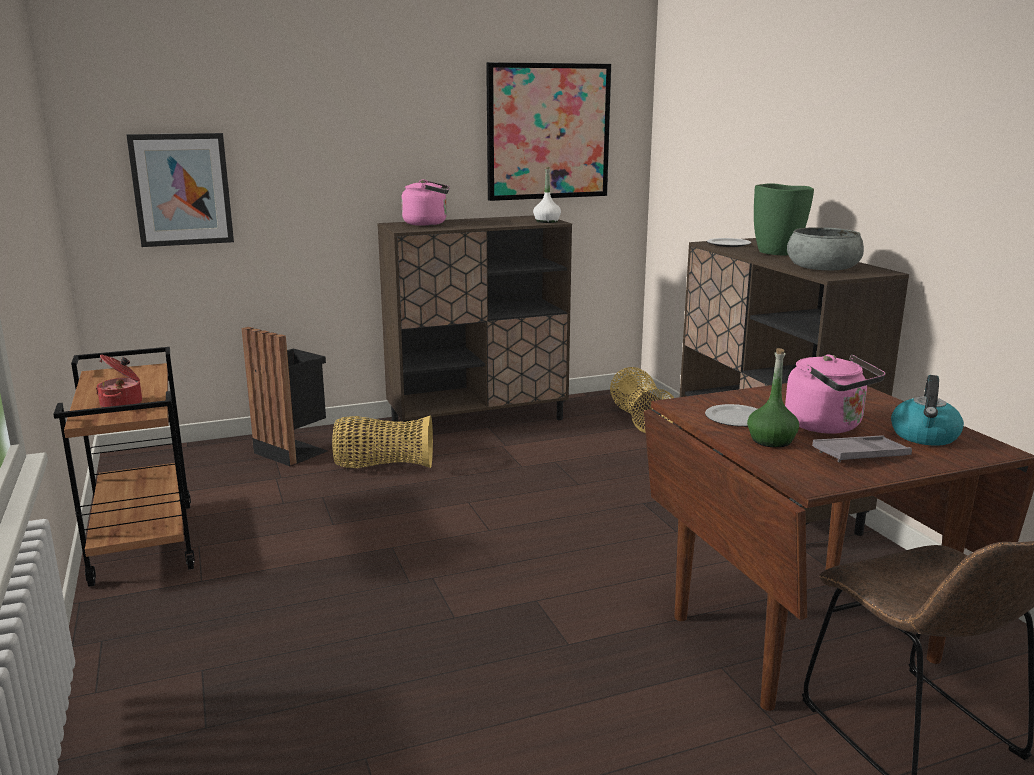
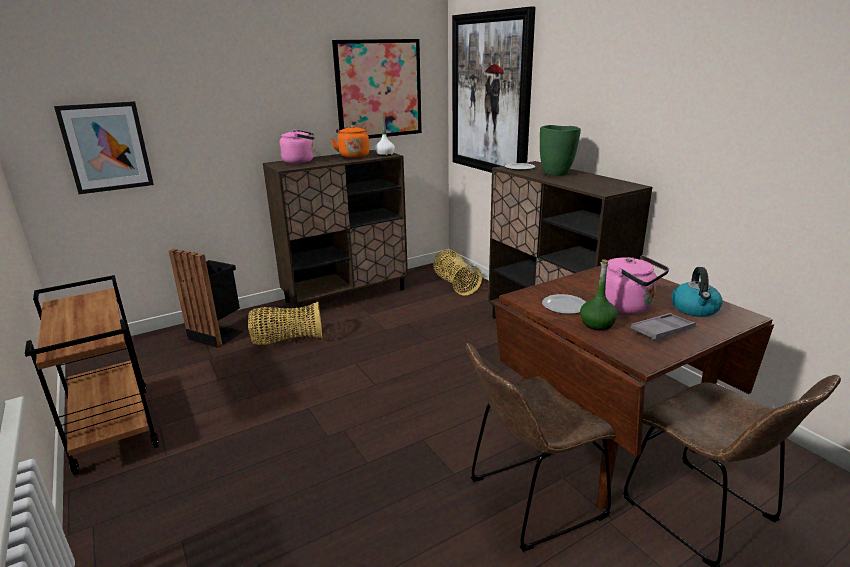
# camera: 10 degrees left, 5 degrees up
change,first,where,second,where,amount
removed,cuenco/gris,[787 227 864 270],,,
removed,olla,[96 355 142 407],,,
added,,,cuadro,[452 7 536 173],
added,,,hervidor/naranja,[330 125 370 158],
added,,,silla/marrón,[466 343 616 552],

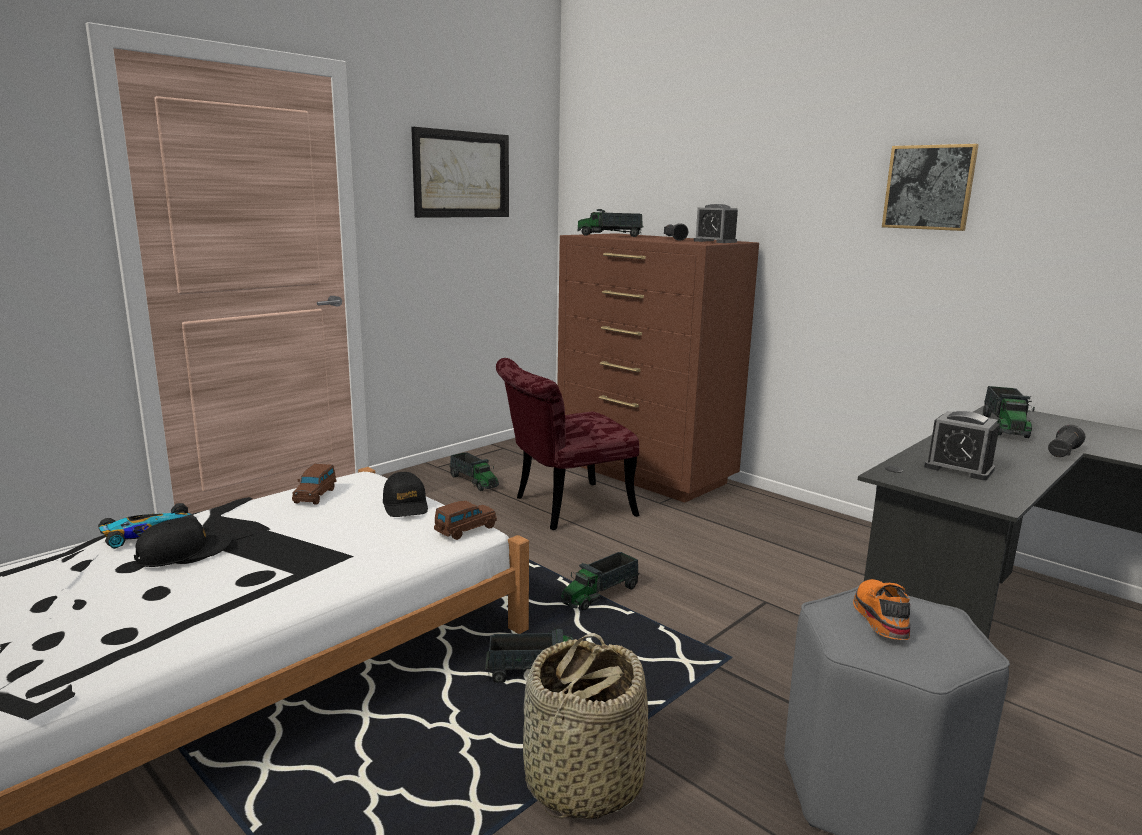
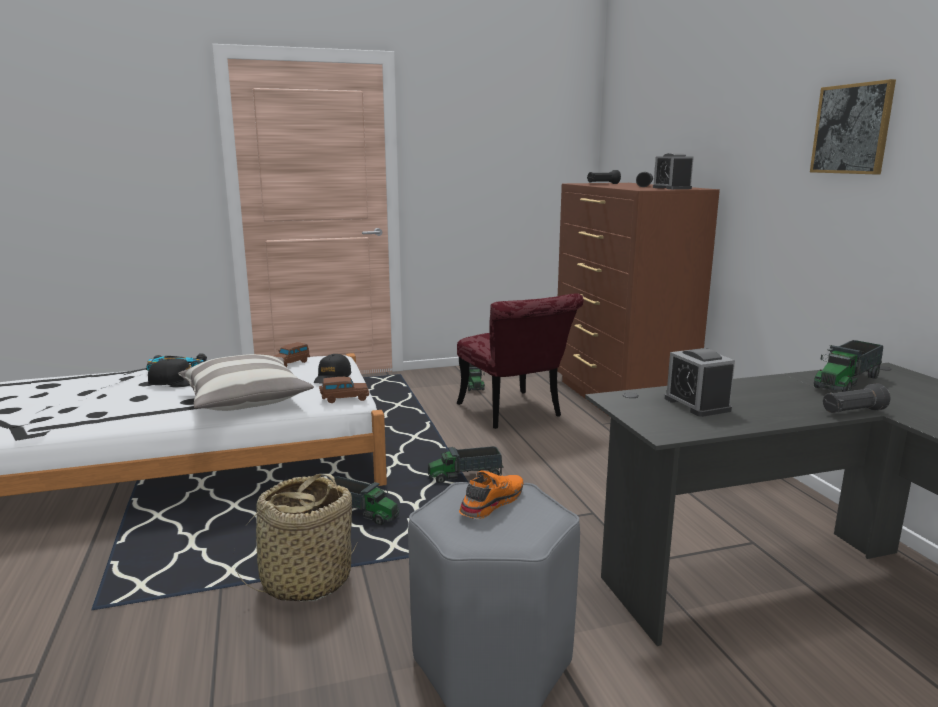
# camera: 30 degrees right, 0 degrees up
change,first,where,second,where,amount
removed,cuadro,[411 127 509 218],,,
replaced,camión de juguete,[578 209 644 237],linterna/negro,[587 170 621 184],
turned,silla/rojo,[496 358 640 530],,[457 293 583 429],120 degrees counterclockwise
added,,,cojín,[178 354 314 411],

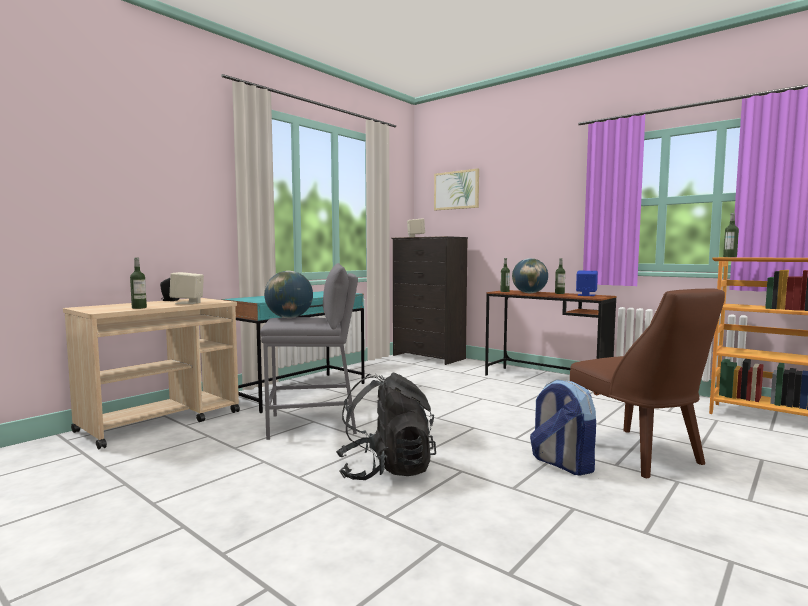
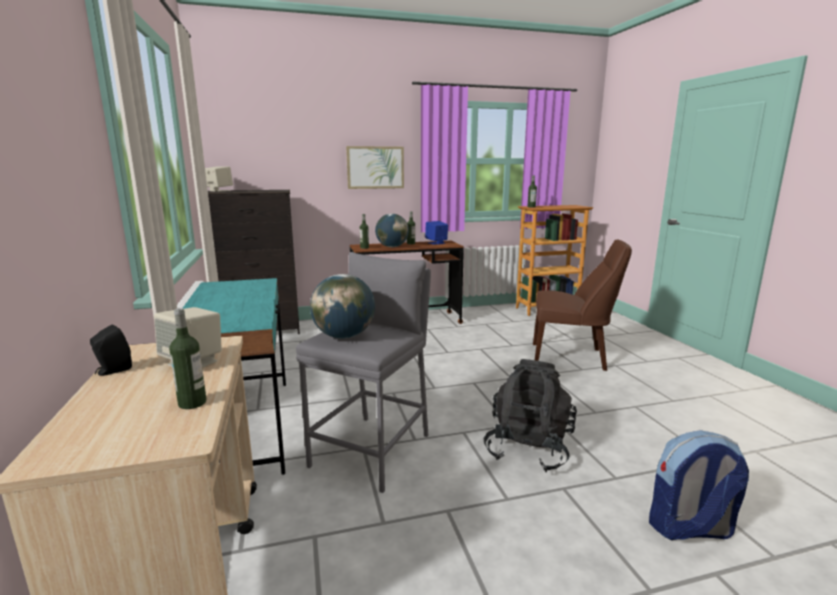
# camera: 55 degrees left, 10 degrees up
change,first,where,second,where,amount
moved,cuadro,[434 168 479 210],,[346 146 404 189],
moved,mochila,[530 379 596 476],,[649 430 749 540],

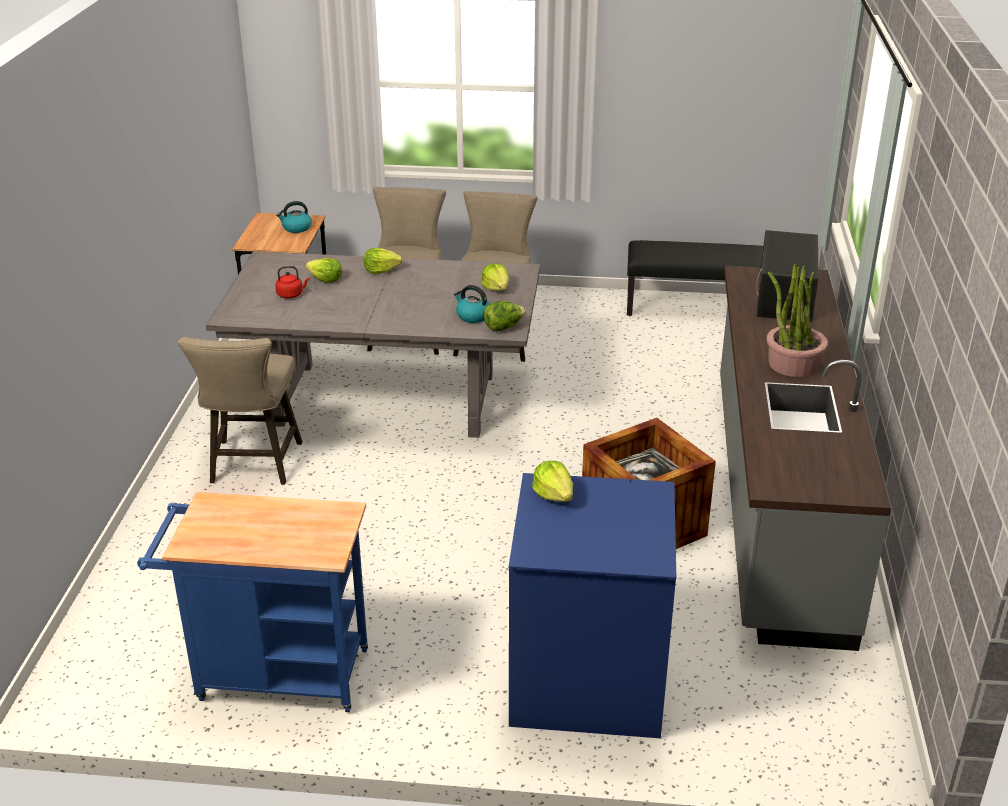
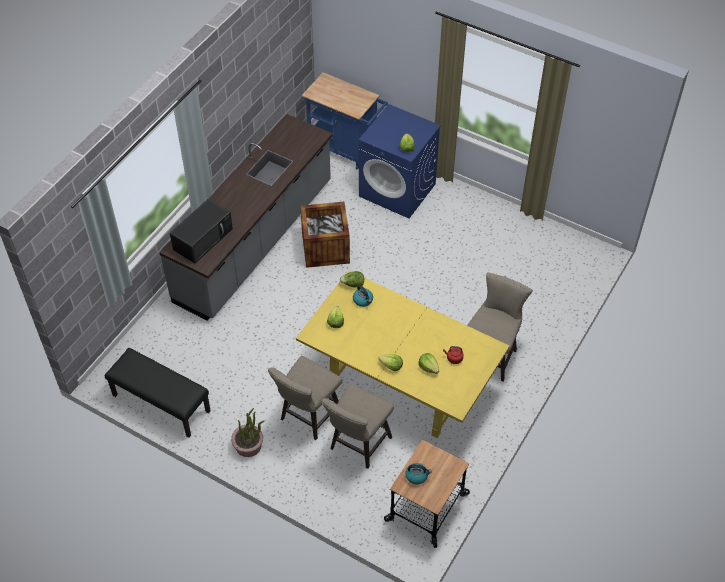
# camera: 155 degrees left, 20 degrees up
change,first,where,second,where,amount
recoloured,mesa de comedor/gris,[206 251 540 438],mesa de comedor/amarillo,[296 270 510 438],
moved,planta en maceta,[767 263 828 377],,[231 408 264 457],
moved,carrito/azul,[137 492 368 712],,[302 72 388 170],

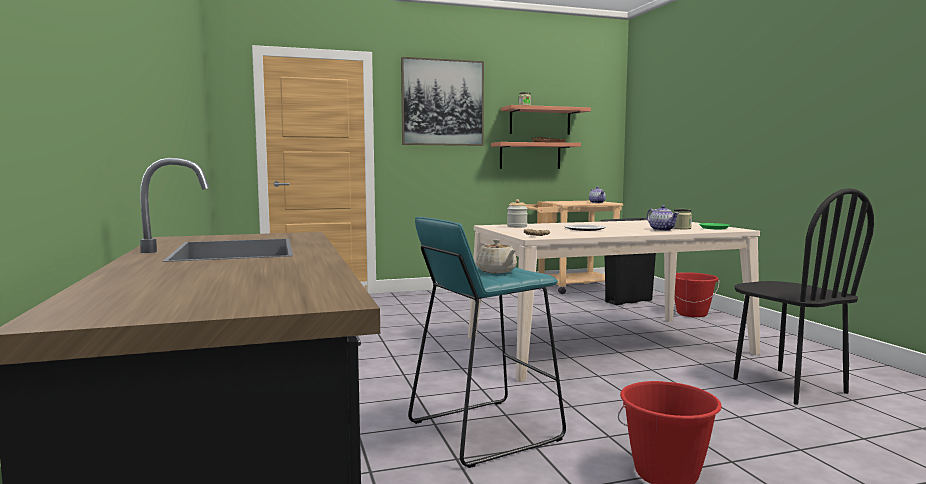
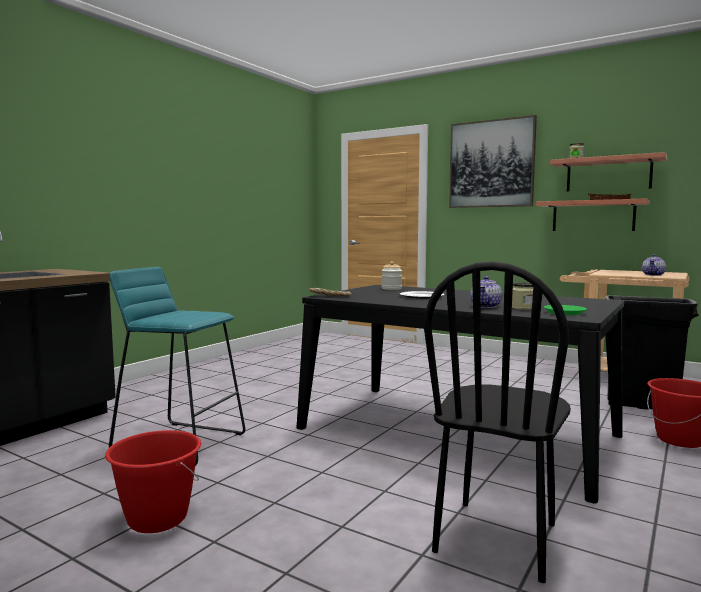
# camera: 50 degrees right, 0 degrees up
change,first,where,second,where,amount
recoloured,mesa de comedor/beis,[468 220 760 382],mesa de comedor/negro,[296 285 624 504],
removed,tetera/beis,[476 239 517 273],,,

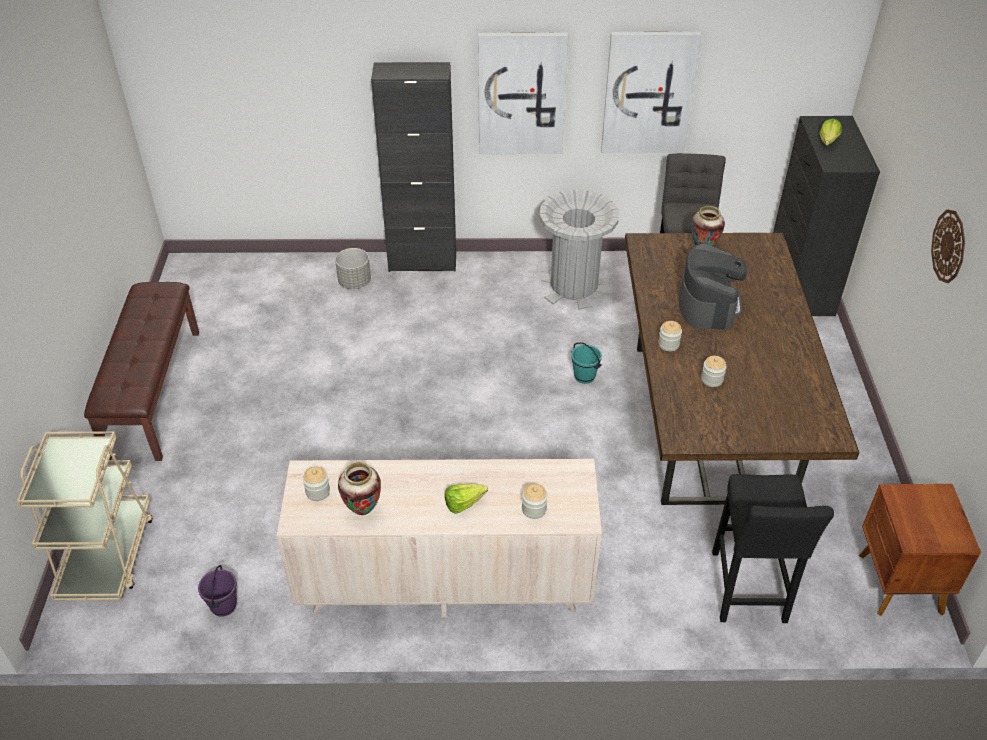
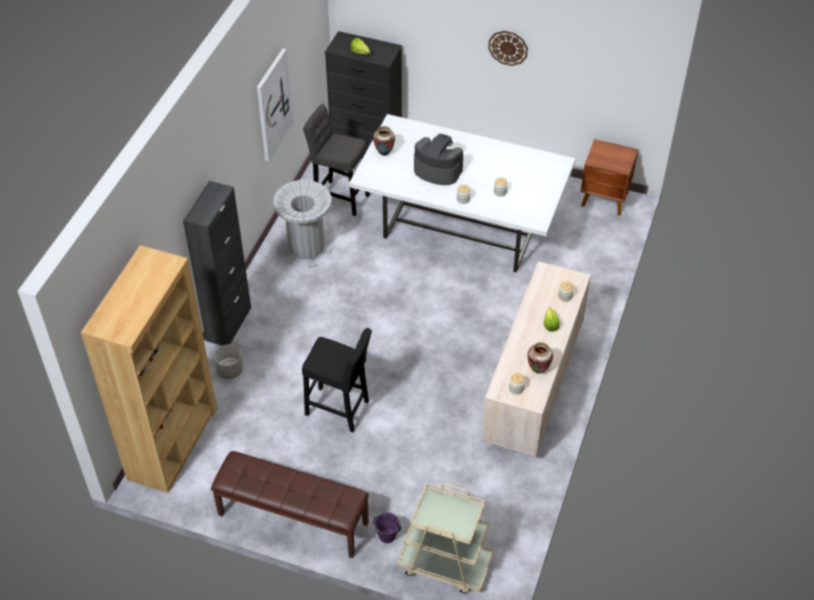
# camera: 70 degrees left, 5 degrees up
change,first,where,second,where,amount
removed,cuadro,[478 32 568 154],,,
recoloured,mesa de comedor/marrón,[625 233 859 505],mesa de comedor/blanco,[349 114 576 272],
removed,cubo/turquesa,[571 342 602 384],,,
moved,taburete/negro,[712 474 834 623],,[302 328 372 432],
moved,cubo/morado,[198 565 237 617],,[373 512 401 543],
added,,,estantería/marrón,[81 245 217 493],

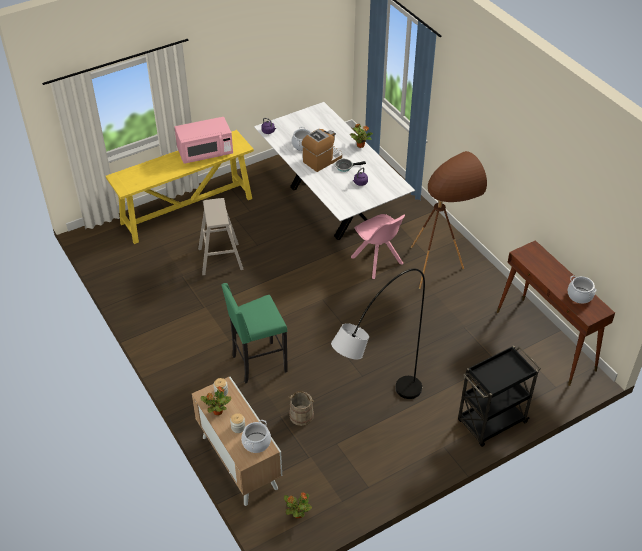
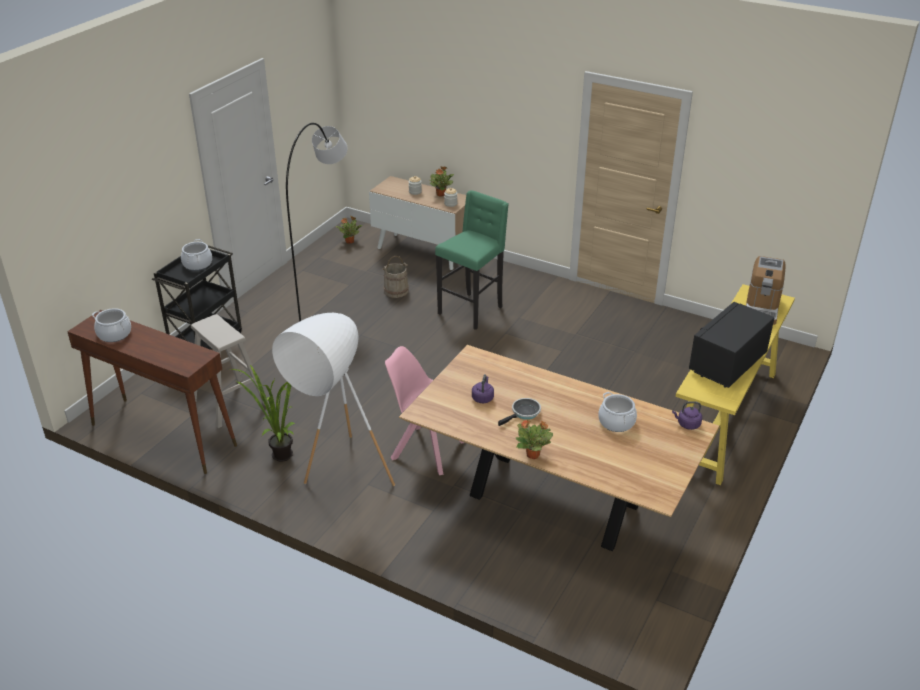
# camera: 150 degrees right, 10 degrees down
change,first,where,second,where,amount
recoloured,mesa de comedor/blanco,[254 102 415 240],mesa de comedor/marrón,[399 345 719 551],
recoloured,microondas/rosa,[174 117 233 164],microondas/negro,[689 302 774 388],
moved,cafetera,[302 129 342 172],,[746 256 786 325],
recoloured,lámpara de pie/marrón,[411 151 487 289],lámpara de pie/blanco,[272 313 395 486],
moved,taburete/beis,[198 198 244 275],,[191 314 269 428],
moved,olla,[241 420 271 453],,[181 239 212 270],
added,,,planta en maceta,[230 365 296 462],

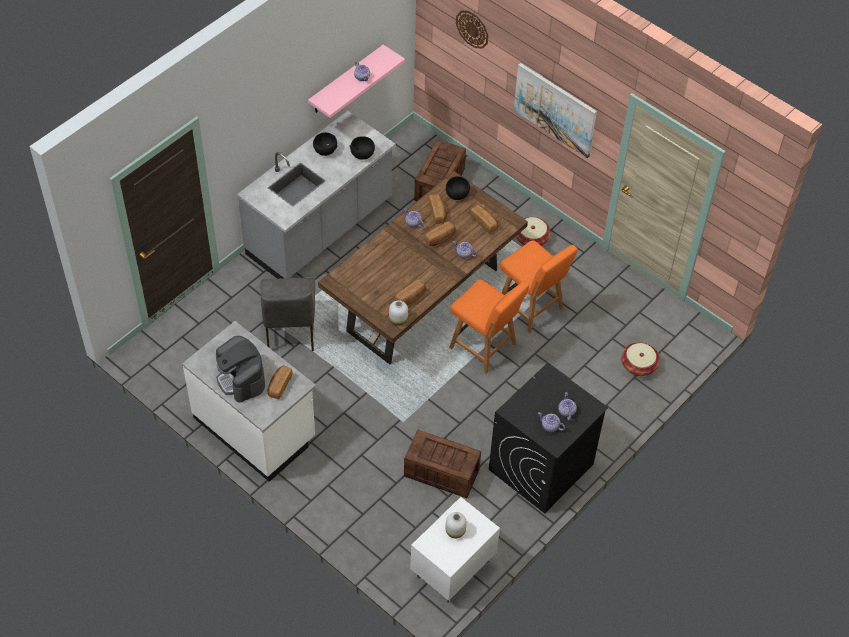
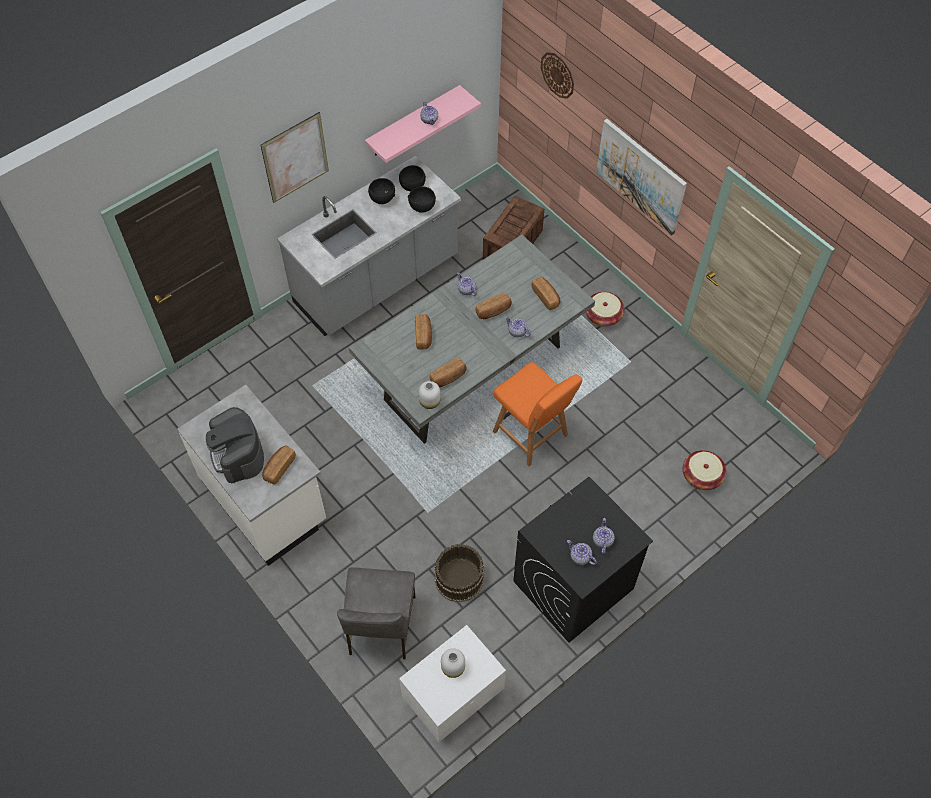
# camera: 10 degrees right, 5 degrees up
change,first,where,second,where,amount
recoloured,mesa de comedor/marrón,[318 171 528 365],mesa de comedor/gris,[349 235 595 444],
moved,cuenco/negro,[446 176 470 200],,[399 165 426 191],
moved,pan,[429 194 447 224],,[415 314 432 350],
removed,silla/naranja,[500 240 578 333],,,
moved,silla/gris,[261 277 315 351],,[337 567 415 659],
replaced,caja de embalaje,[404 429 481 498],cubo/marrón,[434 544 485 602],
added,,,cuadro,[260 112 329 203],

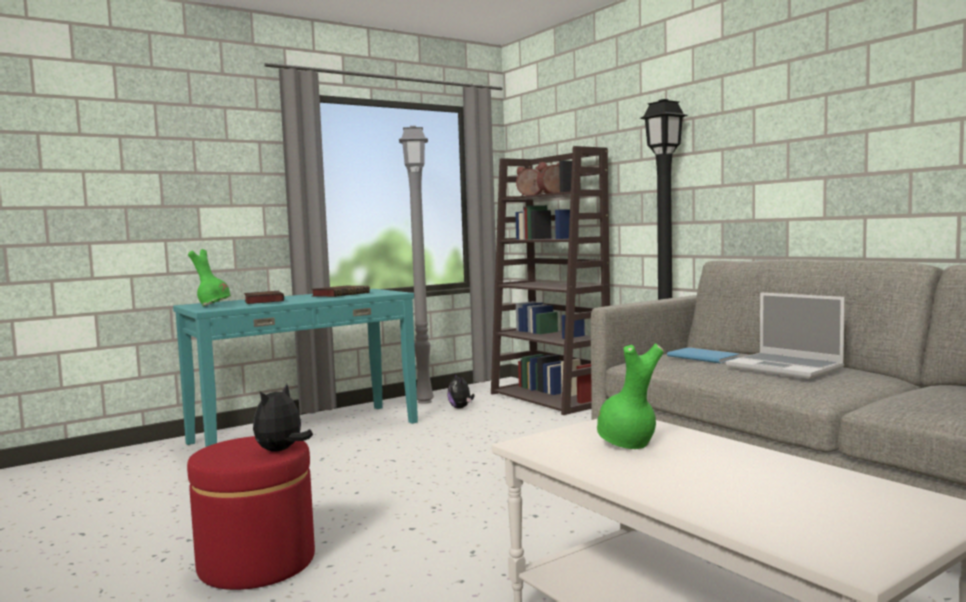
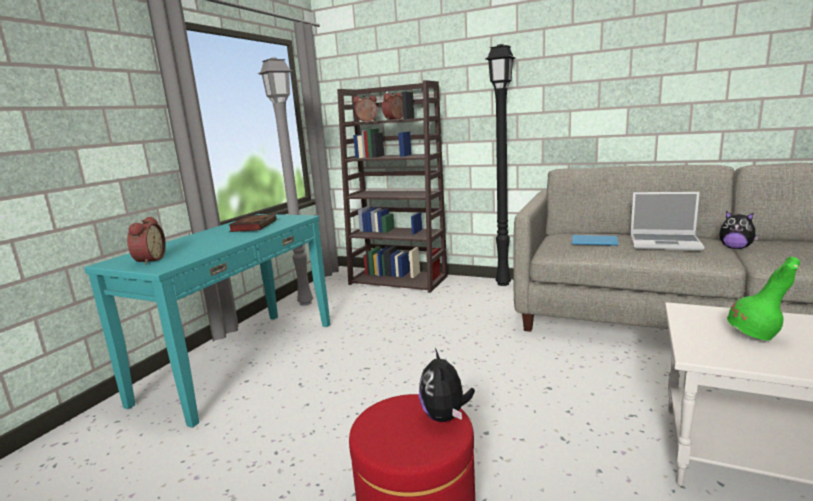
# camera: 30 degrees left, 10 degrees up
change,first,where,second,where,amount
replaced,florero/verde,[188 249 231 306],despertador,[127 216 166 265],
removed,libro,[244 291 284 304],,,
moved,peluche,[447 374 475 409],,[719 211 759 249],

